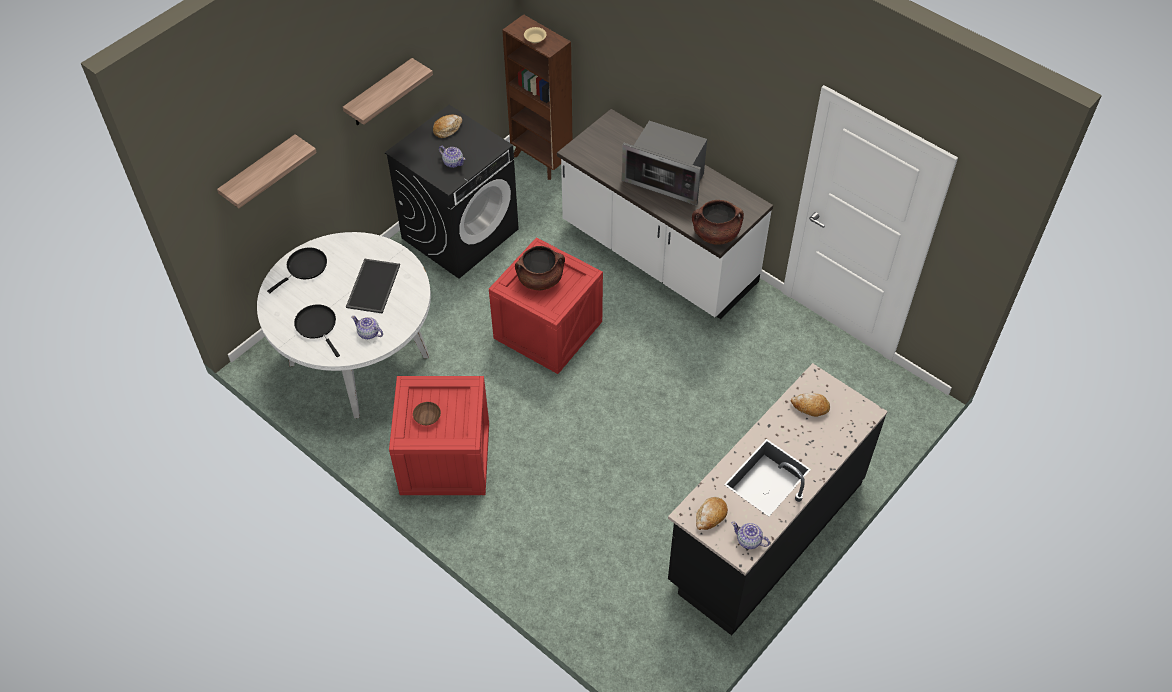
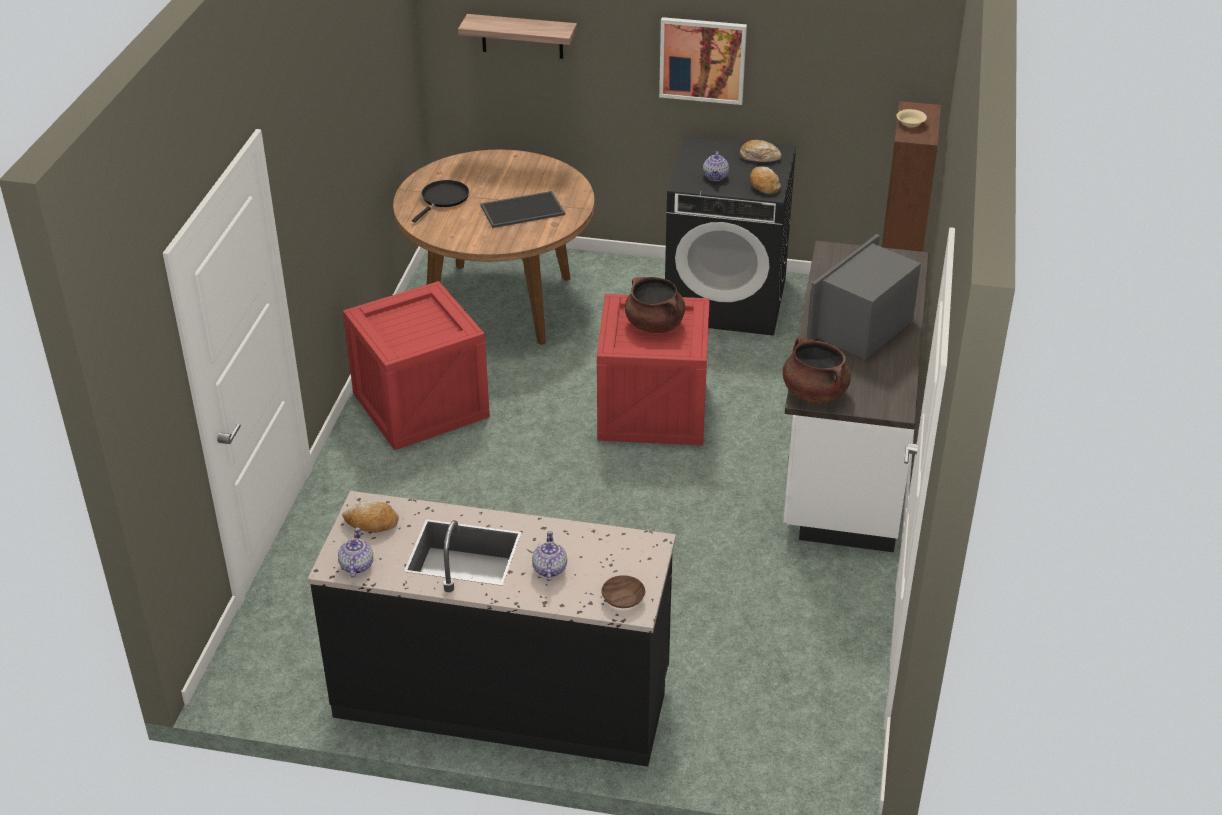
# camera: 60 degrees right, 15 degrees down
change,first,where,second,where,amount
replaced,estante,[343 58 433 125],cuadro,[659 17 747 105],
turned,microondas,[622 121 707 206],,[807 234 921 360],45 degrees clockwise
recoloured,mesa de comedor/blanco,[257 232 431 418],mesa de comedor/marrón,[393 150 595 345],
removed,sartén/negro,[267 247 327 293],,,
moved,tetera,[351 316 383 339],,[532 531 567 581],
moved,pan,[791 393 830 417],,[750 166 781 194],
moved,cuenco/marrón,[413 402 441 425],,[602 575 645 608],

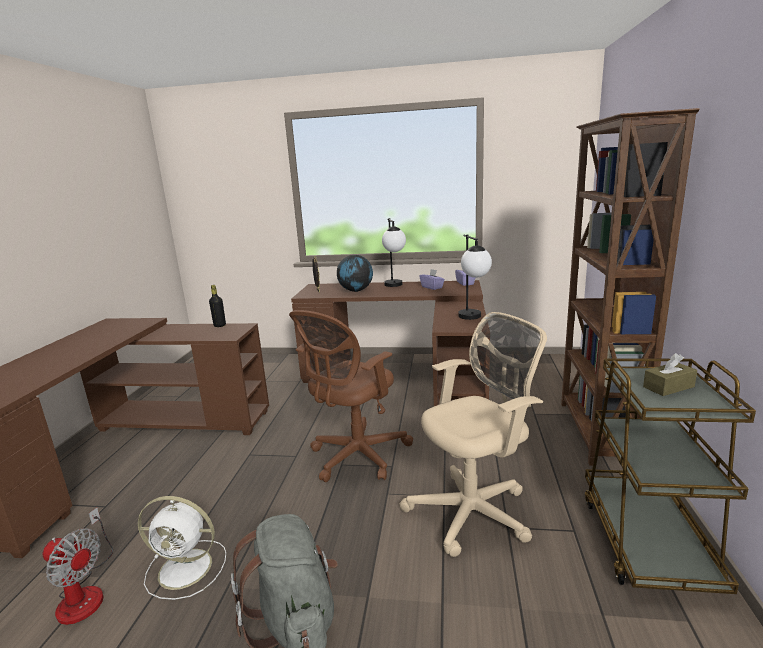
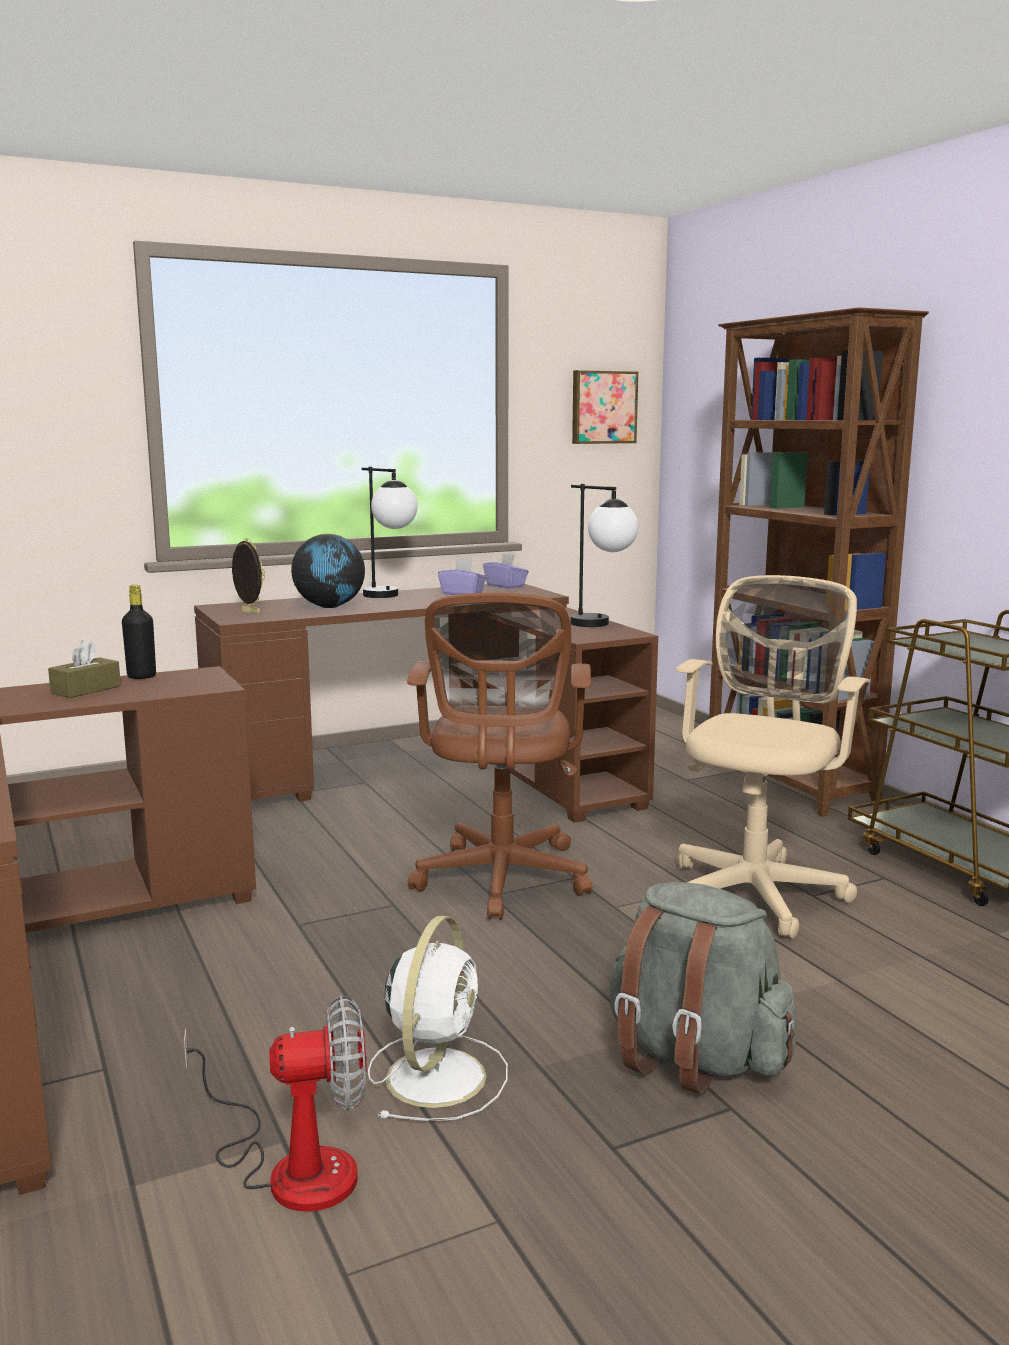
# camera: 35 degrees left, 5 degrees down
change,first,where,second,where,amount
moved,caja de pañuelos/marrón,[643 353 697 396],,[48 640 121 698],
turned,ventilador/blanco,[138 496 226 600],,[368 915 508 1121],45 degrees counterclockwise
added,,,cuadro,[572 370 638 444],

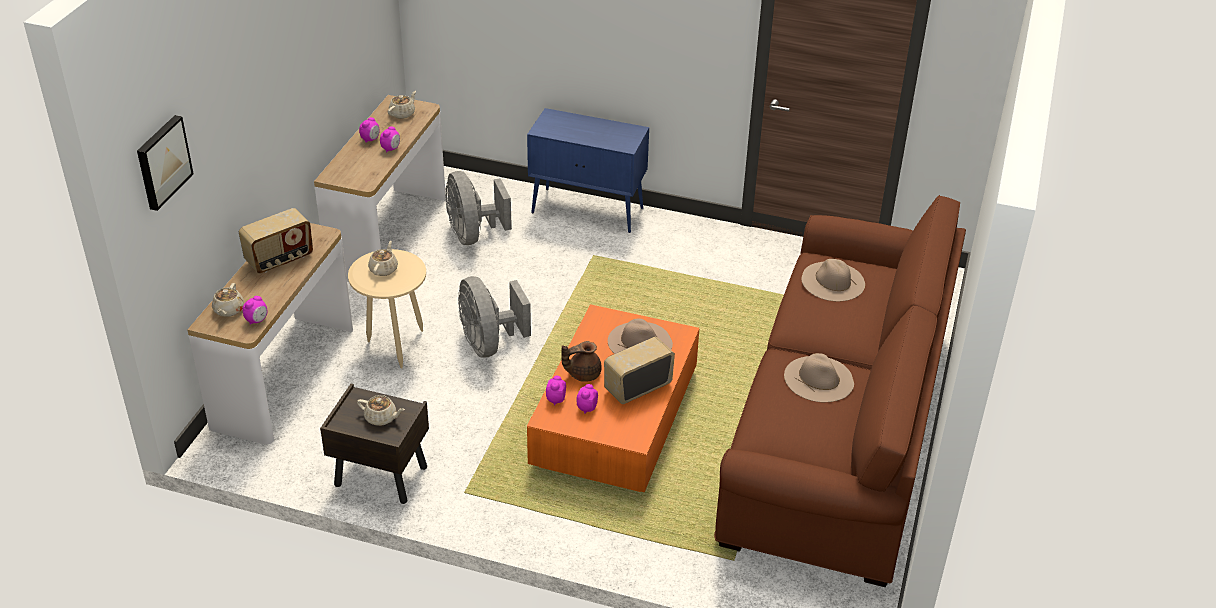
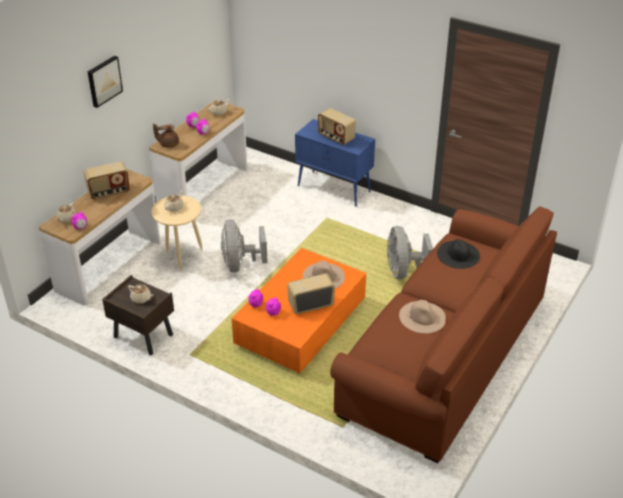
# camera: 15 degrees right, 0 degrees up
change,first,where,second,where,amount
moved,cuadro,[137 115 194 211],,[88 56 123 108],
moved,ventilador/gris,[445 171 512 245],,[387 226 433 279],
recoloured,sombrero/beis,[801 259 865 302],sombrero/negro,[437 239 480 269],
moved,tetera/marrón,[561 341 602 382],,[153 124 179 148],
added,,,radio,[318 108 356 145],

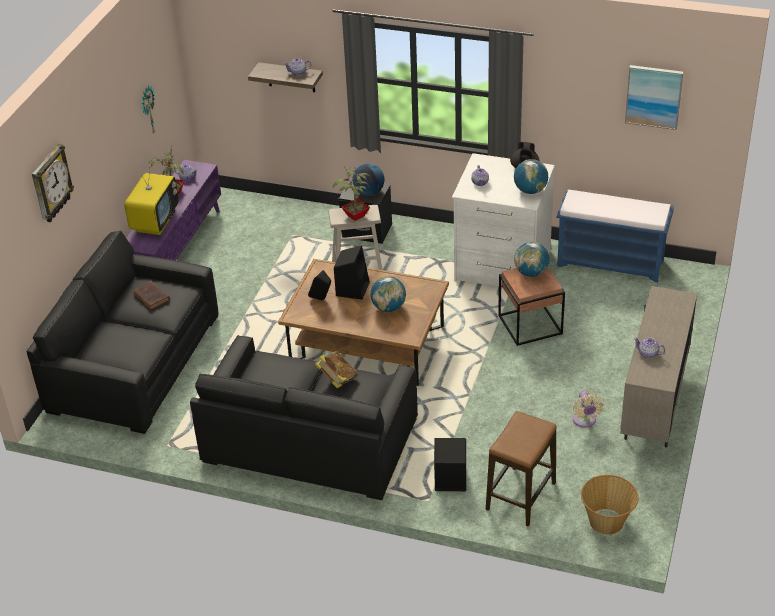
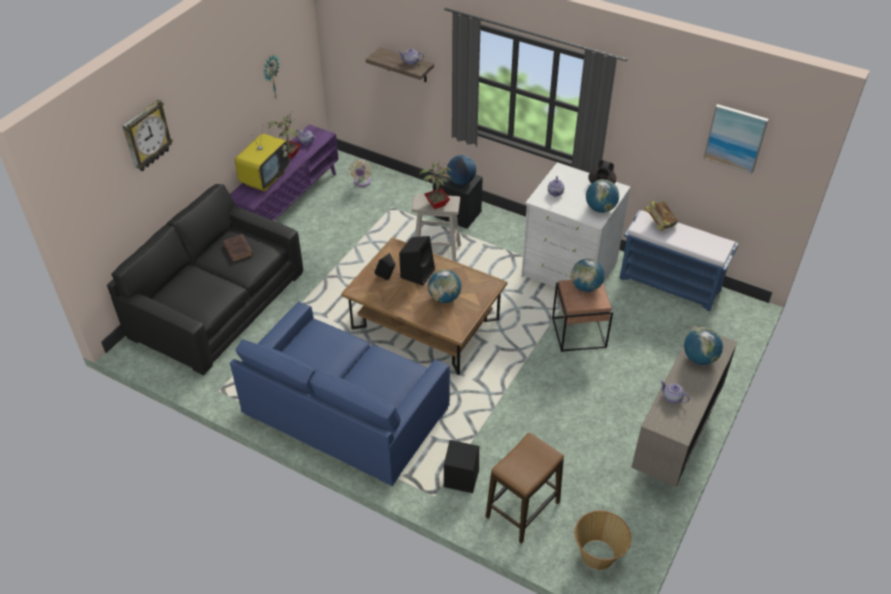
# camera: 10 degrees right, 5 degrees up
change,first,where,second,where,amount
recoloured,sofá/negro,[190 335 418 500],sofá/azul,[230 302 450 486],
moved,libro,[315 351 358 388],,[645 200 678 231],
moved,ventilador/beis,[573 391 604 428],,[349 159 372 187],
added,,,globo terráqueo,[684 327 723 365],

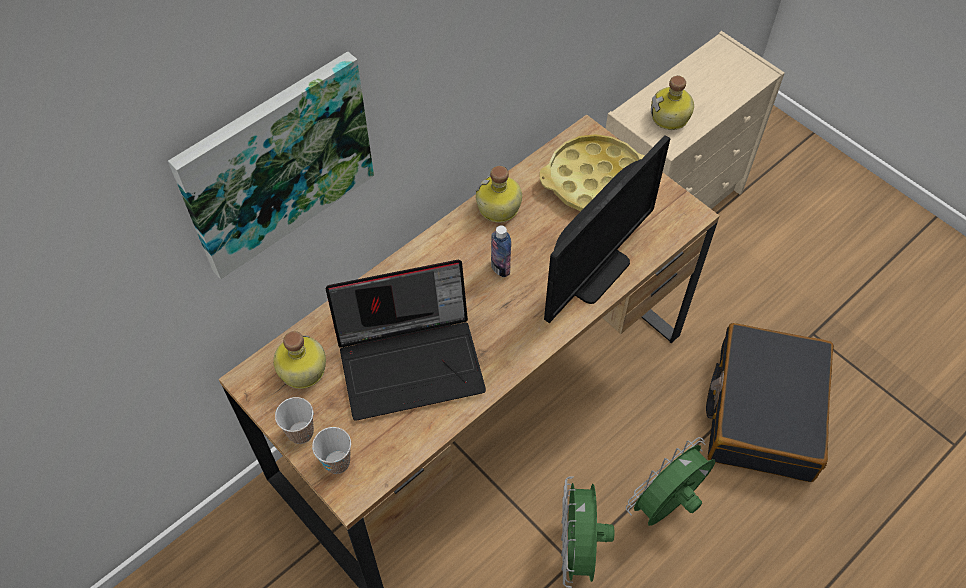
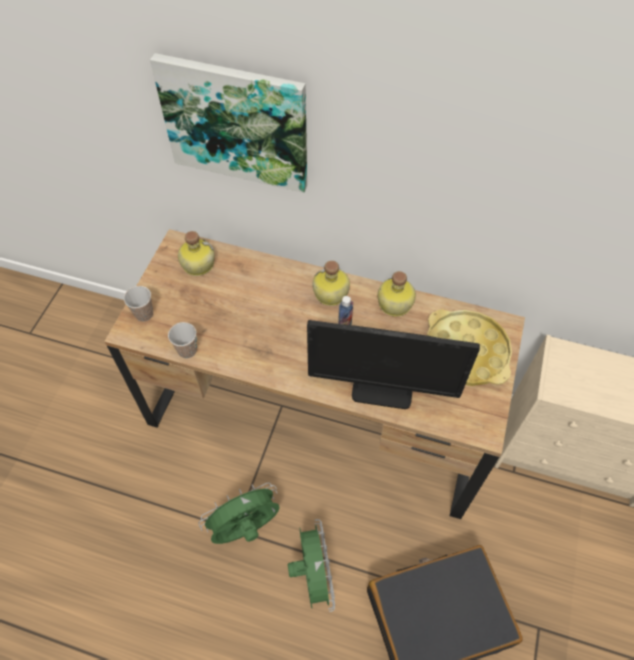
# camera: 60 degrees right, 0 degrees up
change,first,where,second,where,amount
moved,botella,[651 76 694 130],,[312 261 350 306],
removed,portátil,[325 260 486 421],,,
moved,taza,[275 397 314 444],,[168 322 197 359],
turned,ventilador/verde,[626 437 715 526],,[288 519 335 612],60 degrees clockwise

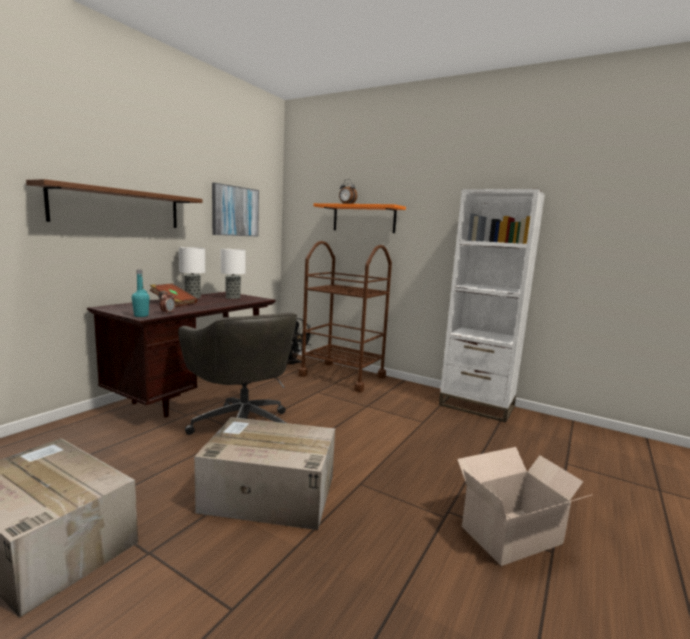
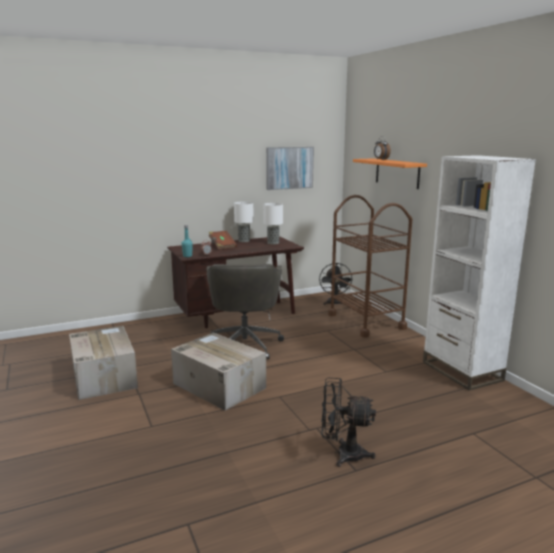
# camera: 35 degrees right, 5 degrees up
change,first,where,second,where,amount
removed,estante/marrón,[26 179 203 228],,,
replaced,caja de cartón,[457 447 593 566],ventilador/negro,[321 377 376 467],

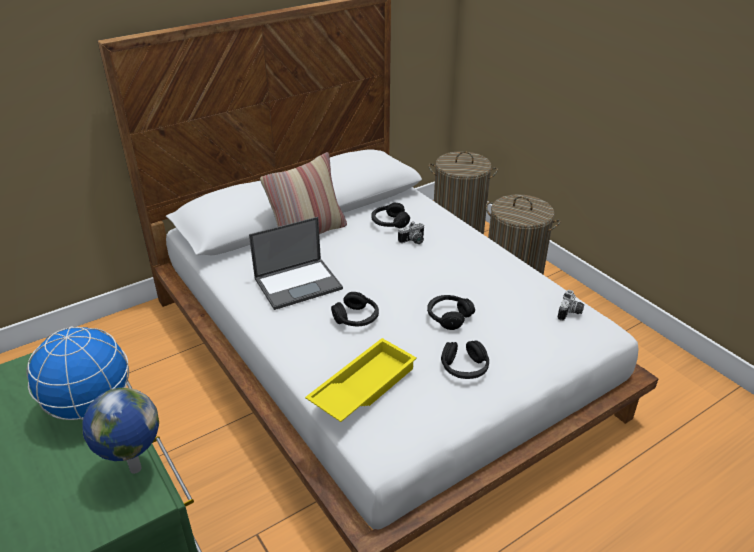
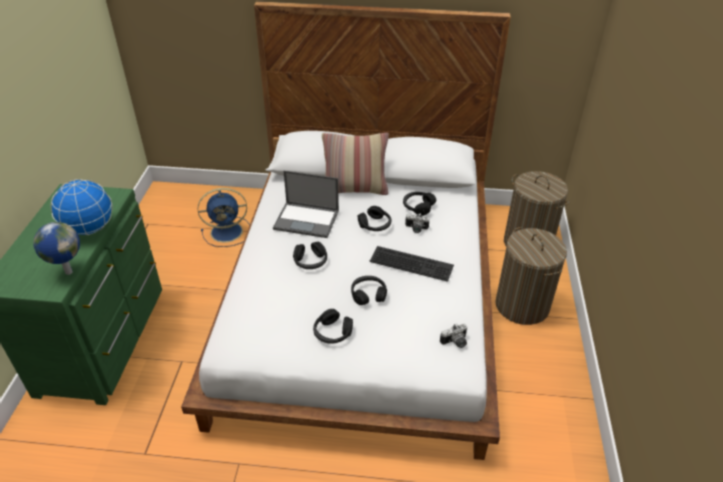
# camera: 40 degrees right, 5 degrees up
change,first,where,second,where,amount
removed,bandeja/amarillo,[305 338 417 422],,,
added,,,ventilador/azul,[198 188 250 247],
added,,,auriculares/negro,[358 206 391 231],
added,,,teclado,[370 246 454 282],

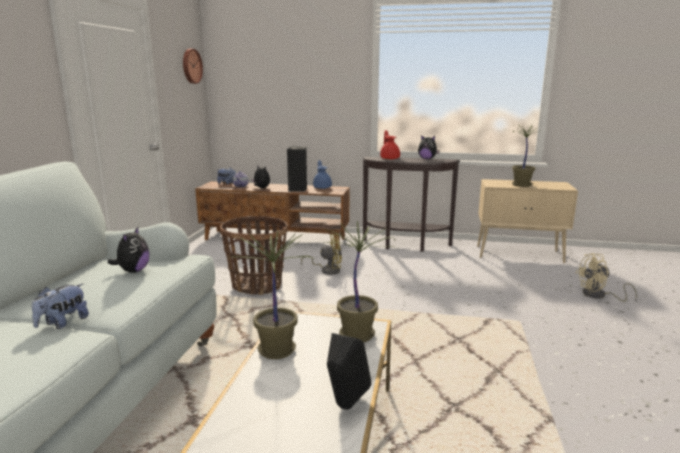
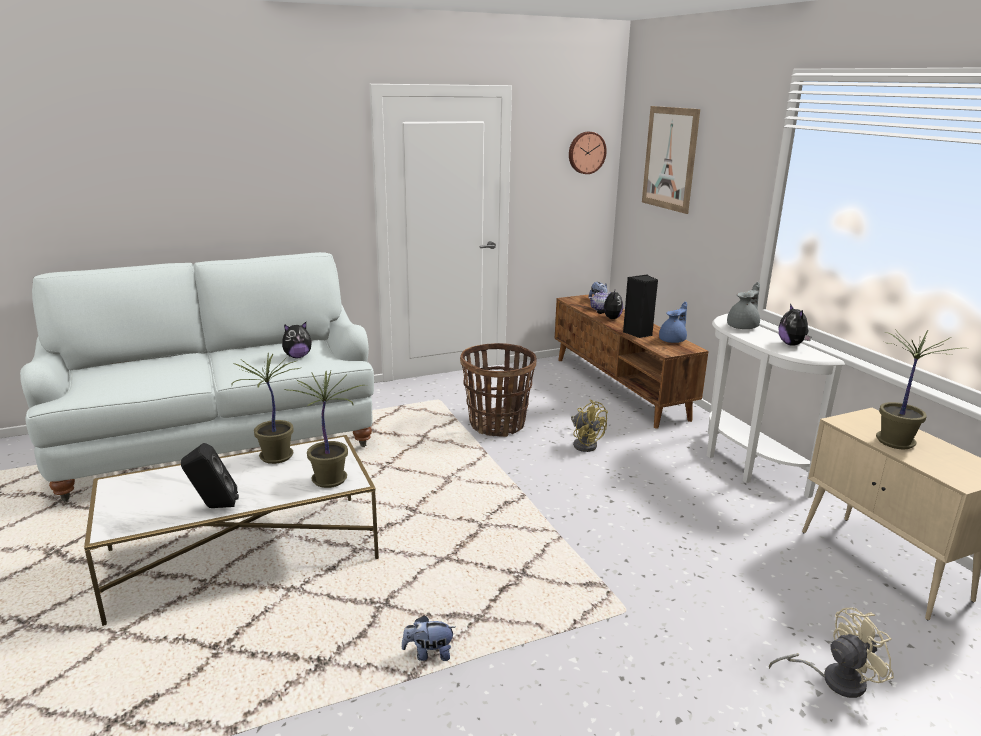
# camera: 55 degrees right, 5 degrees up
change,first,where,second,where,amount
recoloured,tetera/rojo,[380 130 400 160],tetera/gris,[727 282 760 329],
recoloured,mesa consola/marrón,[363 157 460 252],mesa consola/blanco,[707 314 845 498],
turned,ventilador/beis,[576 253 637 302],,[769 608 894 698],120 degrees clockwise
moved,peluche,[32 284 89 329],,[402 615 455 661],
added,,,cuadro,[642 106 700 214],

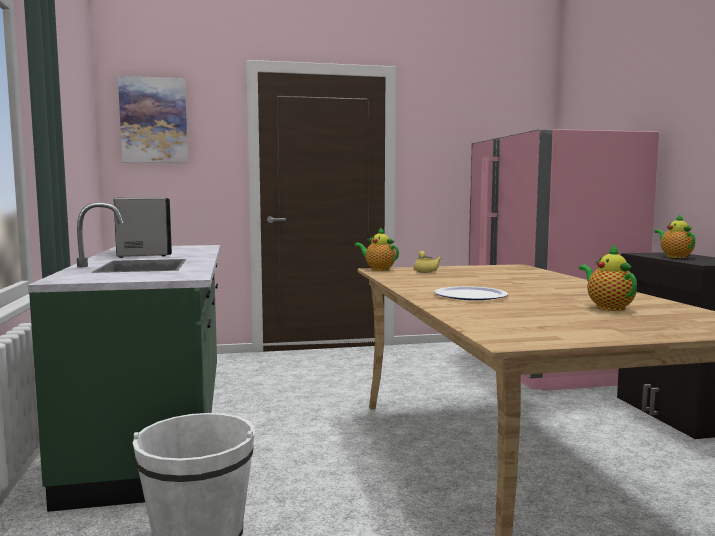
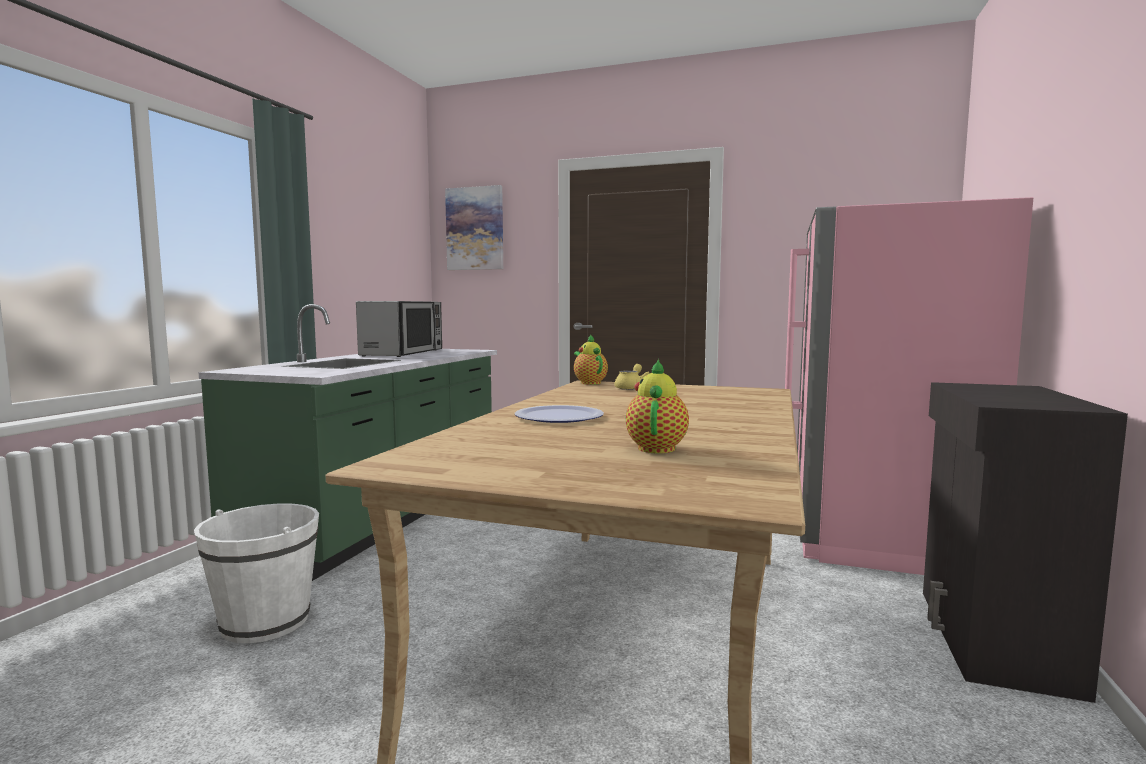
# camera: 30 degrees right, 0 degrees up
change,first,where,second,where,amount
removed,tetera,[654 214 695 258],,,

